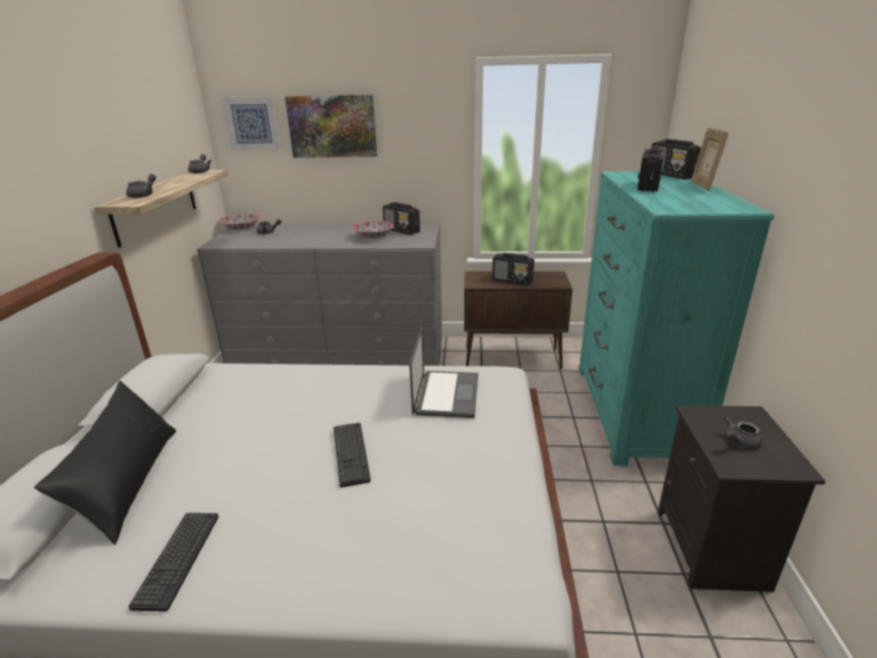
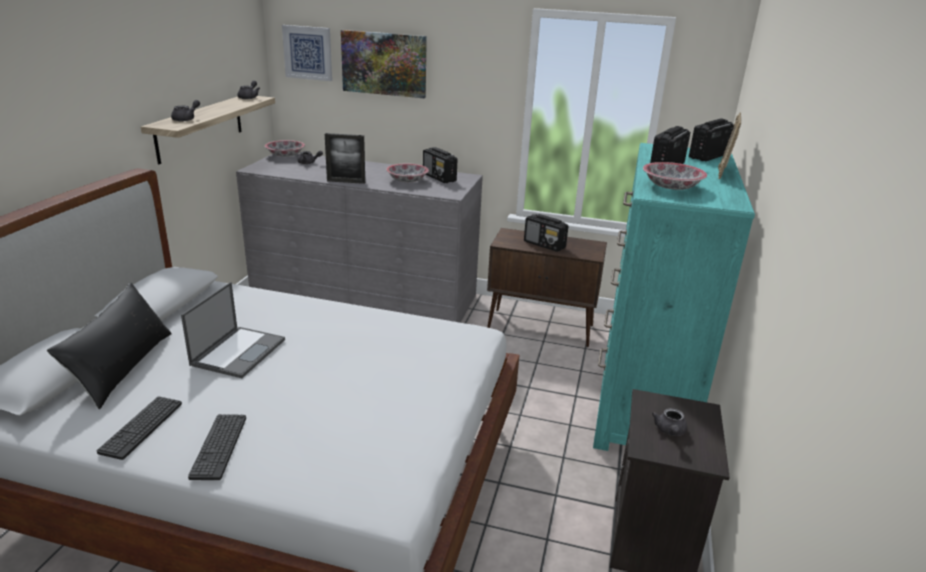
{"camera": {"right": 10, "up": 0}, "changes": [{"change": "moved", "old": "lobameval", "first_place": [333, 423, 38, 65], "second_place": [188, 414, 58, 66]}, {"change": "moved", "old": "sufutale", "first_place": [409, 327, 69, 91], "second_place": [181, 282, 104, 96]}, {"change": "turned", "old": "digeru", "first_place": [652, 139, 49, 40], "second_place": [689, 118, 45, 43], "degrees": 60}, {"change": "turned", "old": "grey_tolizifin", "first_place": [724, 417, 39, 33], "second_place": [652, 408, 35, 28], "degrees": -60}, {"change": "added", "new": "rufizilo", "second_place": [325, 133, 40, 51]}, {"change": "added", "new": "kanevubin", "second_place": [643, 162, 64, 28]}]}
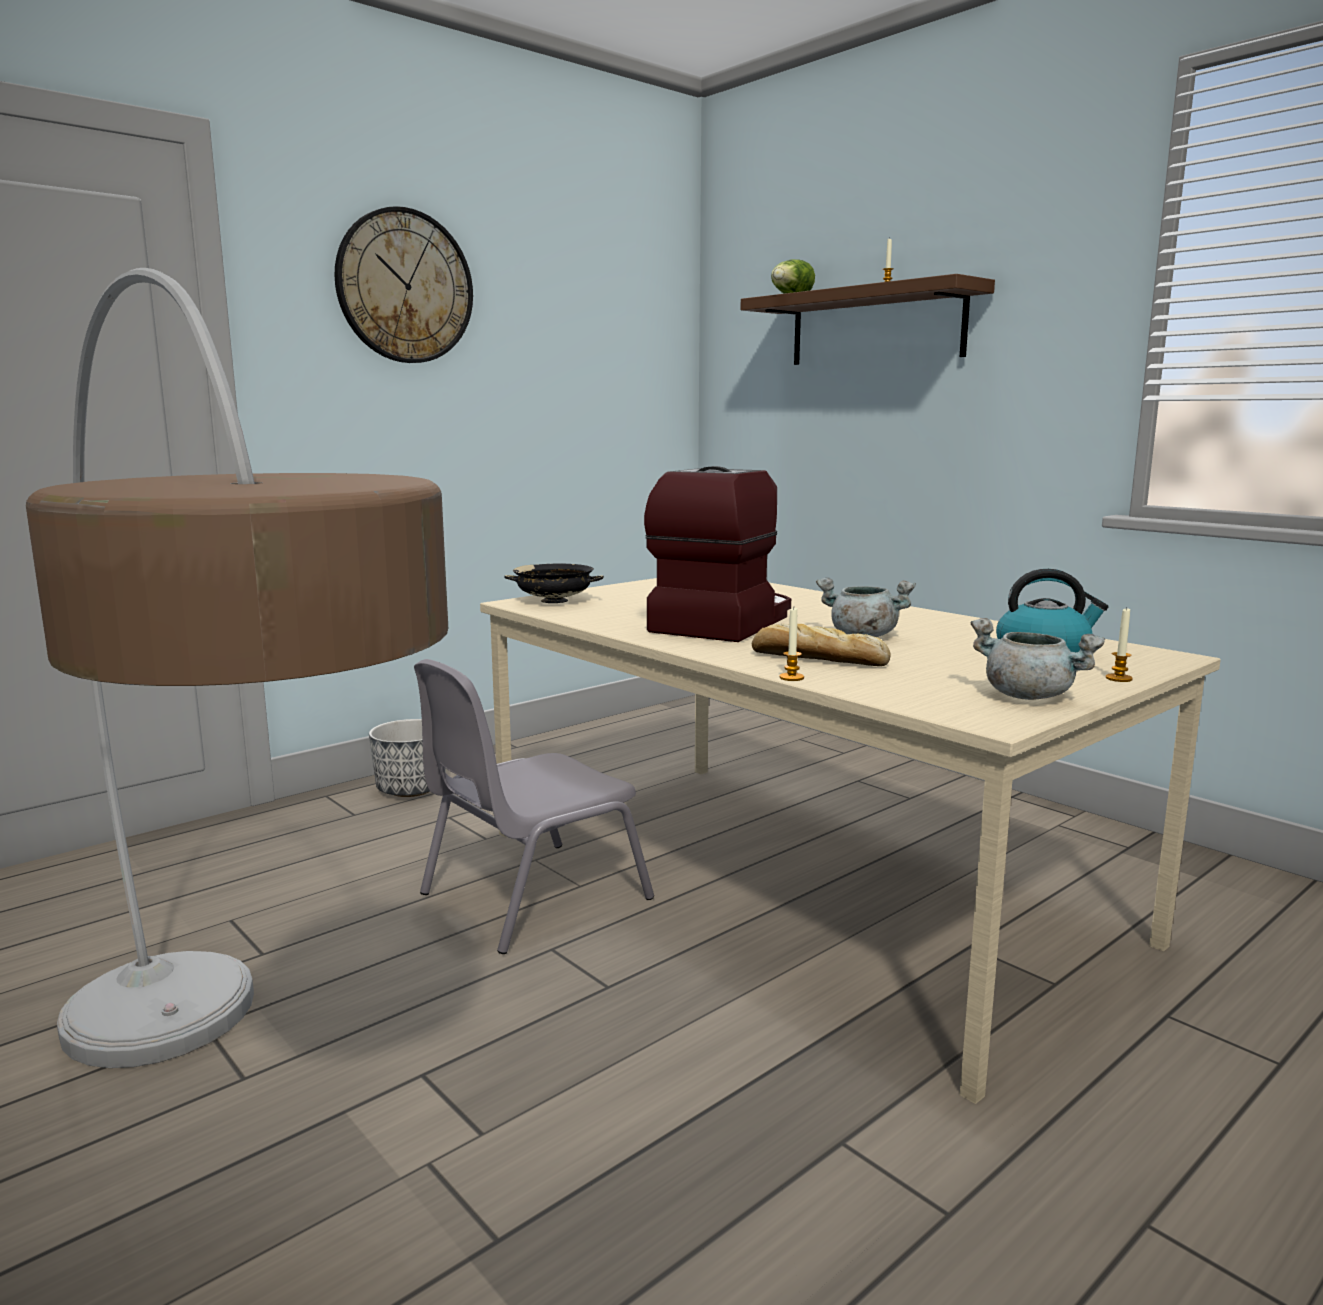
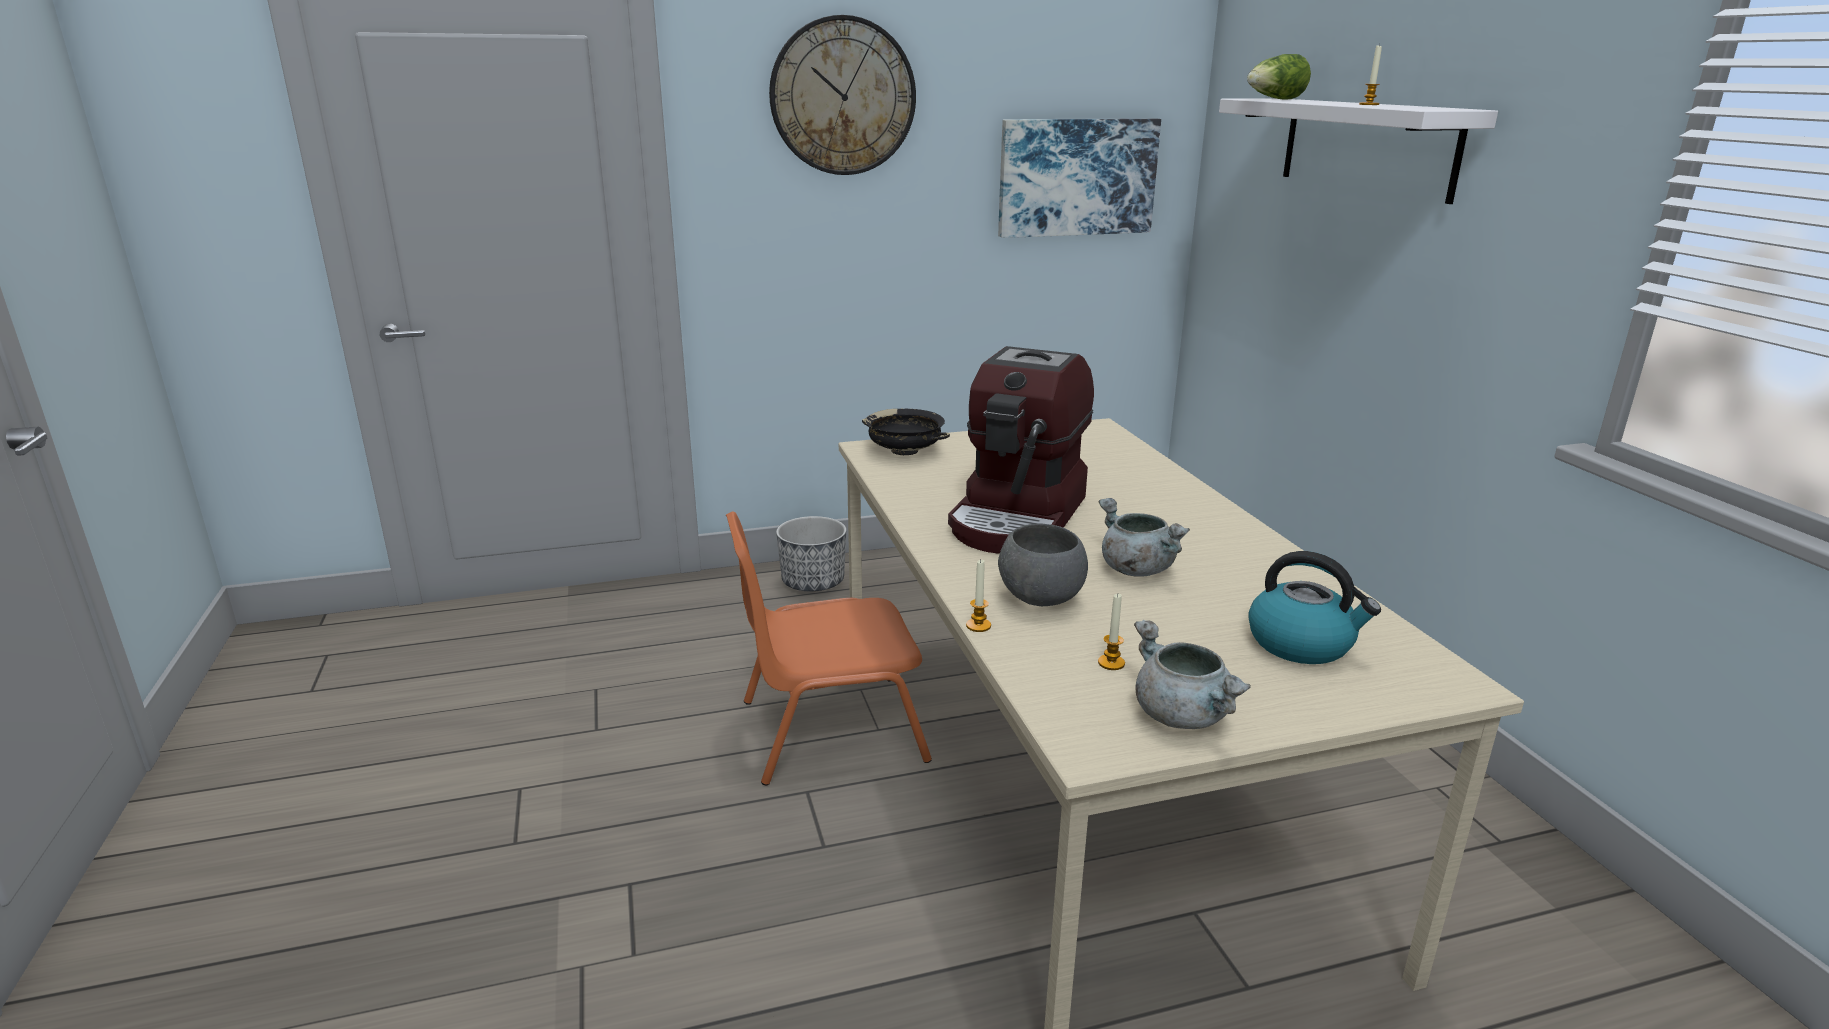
{"camera": {"right": 25, "up": 10}, "changes": [{"change": "removed", "old": "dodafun", "first_place": [26, 268, 422, 800]}, {"change": "recoloured", "old": "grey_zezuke", "new": "orange_zezuke", "first_place": [414, 659, 240, 295], "second_place": [726, 511, 206, 275]}, {"change": "turned", "old": "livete", "first_place": [644, 466, 147, 176], "second_place": [948, 346, 146, 208], "degrees": 150}, {"change": "recoloured", "old": "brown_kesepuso", "new": "white_kesepuso", "first_place": [740, 274, 255, 91], "second_place": [1219, 98, 279, 106]}, {"change": "replaced", "old": "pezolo", "new": "grey_kanevubin", "first_place": [752, 624, 138, 42], "second_place": [998, 524, 90, 82]}, {"change": "moved", "old": "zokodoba", "first_place": [1106, 607, 27, 75], "second_place": [1098, 594, 27, 76]}, {"change": "added", "new": "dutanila", "second_place": [998, 118, 163, 120]}]}
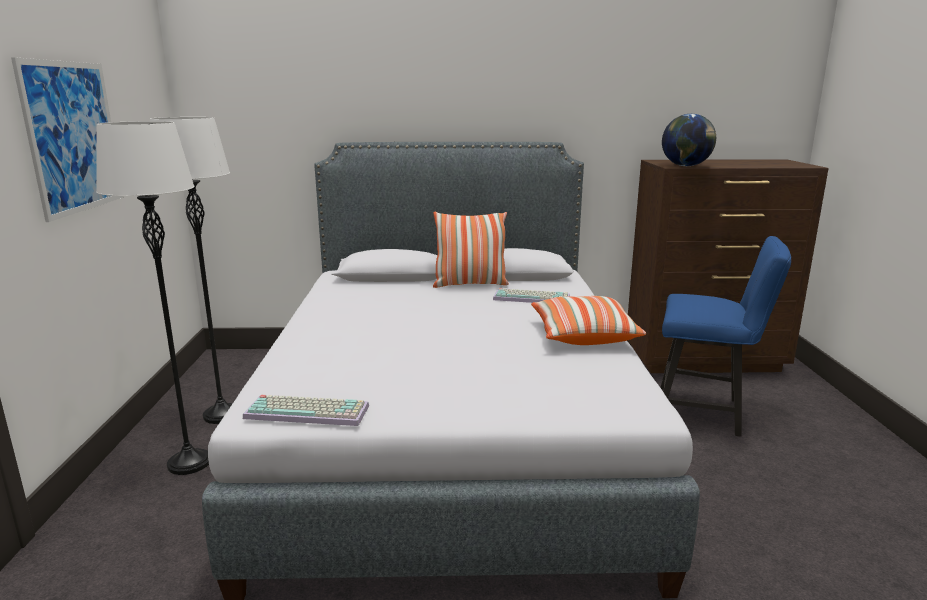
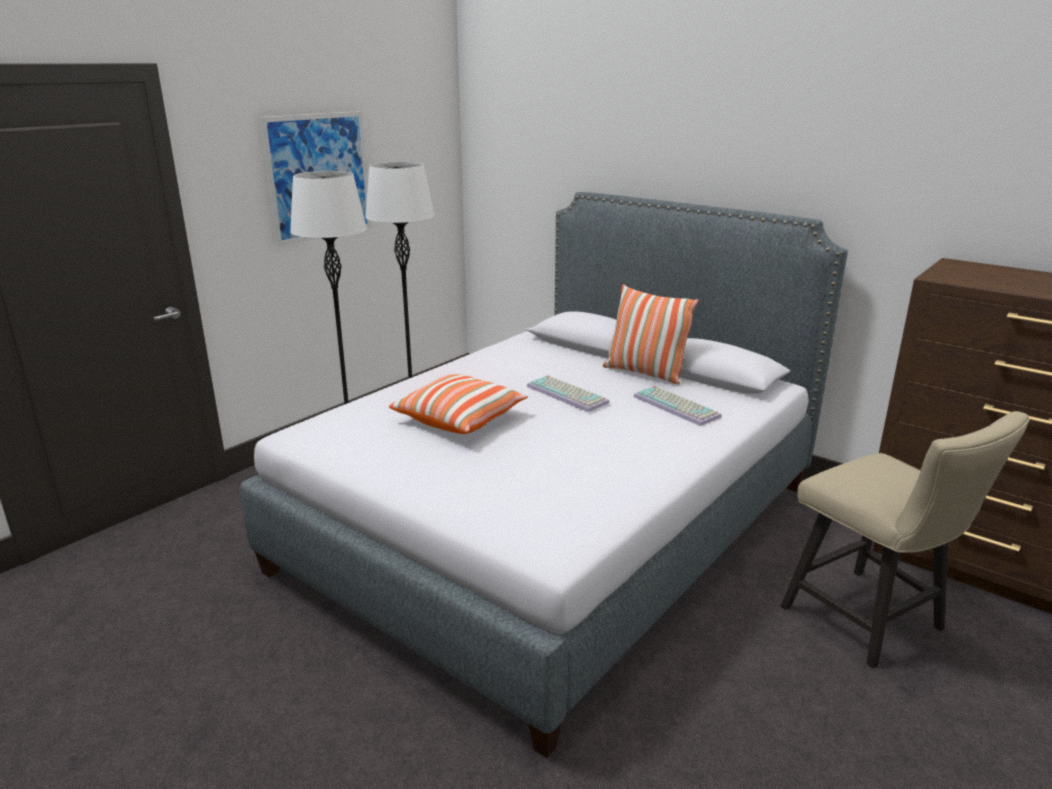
{"camera": {"right": 40, "up": 5}, "changes": [{"change": "moved", "old": "lobameval", "first_place": [243, 395, 126, 31], "second_place": [527, 375, 82, 37]}, {"change": "moved", "old": "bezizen", "first_place": [531, 296, 115, 49], "second_place": [389, 374, 139, 60]}, {"change": "recoloured", "old": "blue_zezuke", "new": "beige_zezuke", "first_place": [660, 236, 131, 201], "second_place": [781, 411, 249, 257]}, {"change": "removed", "old": "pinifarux", "first_place": [662, 114, 54, 52]}]}
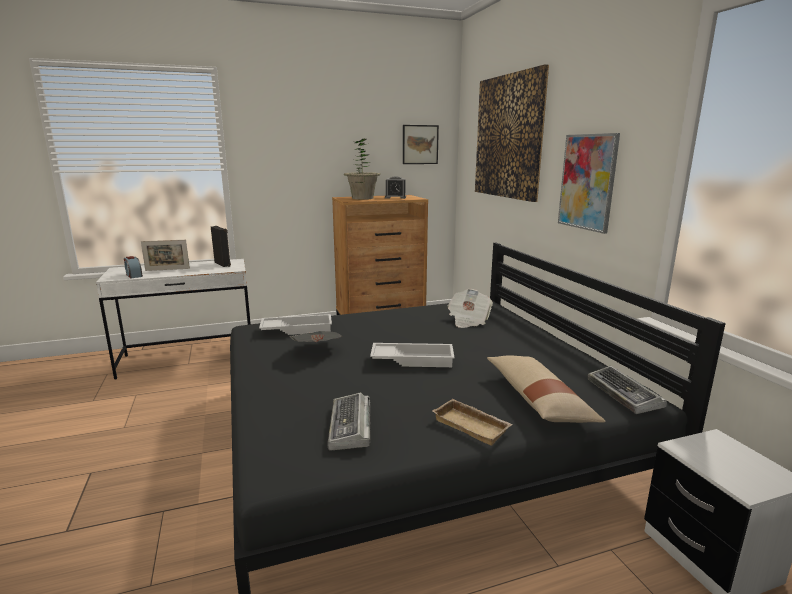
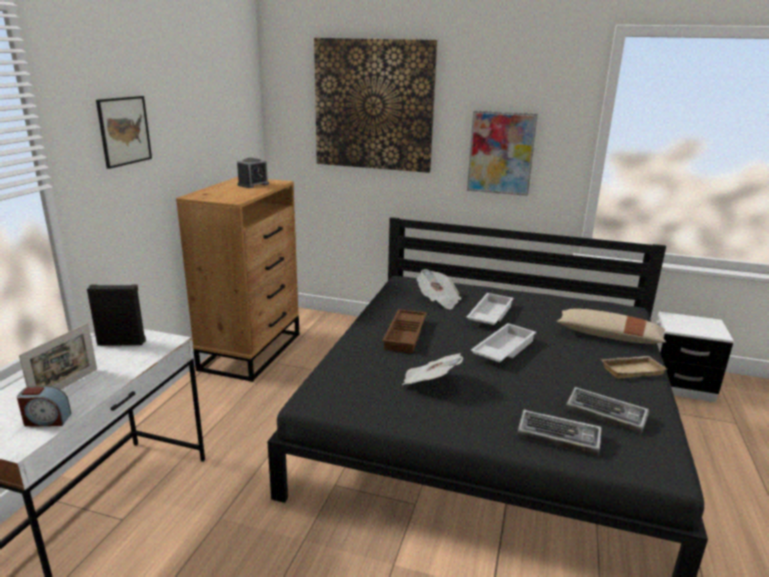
{"camera": {"right": -55, "up": 5}, "changes": [{"change": "moved", "old": "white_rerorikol", "first_place": [259, 314, 73, 21], "second_place": [466, 293, 48, 32]}, {"change": "removed", "old": "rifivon", "first_place": [344, 139, 37, 61]}, {"change": "moved", "old": "dutanila", "first_place": [403, 125, 36, 39], "second_place": [96, 96, 56, 73]}, {"change": "moved", "old": "lobameval", "first_place": [588, 365, 79, 49], "second_place": [517, 409, 84, 47]}, {"change": "added", "new": "brown_rerorikol", "second_place": [382, 309, 45, 44]}]}
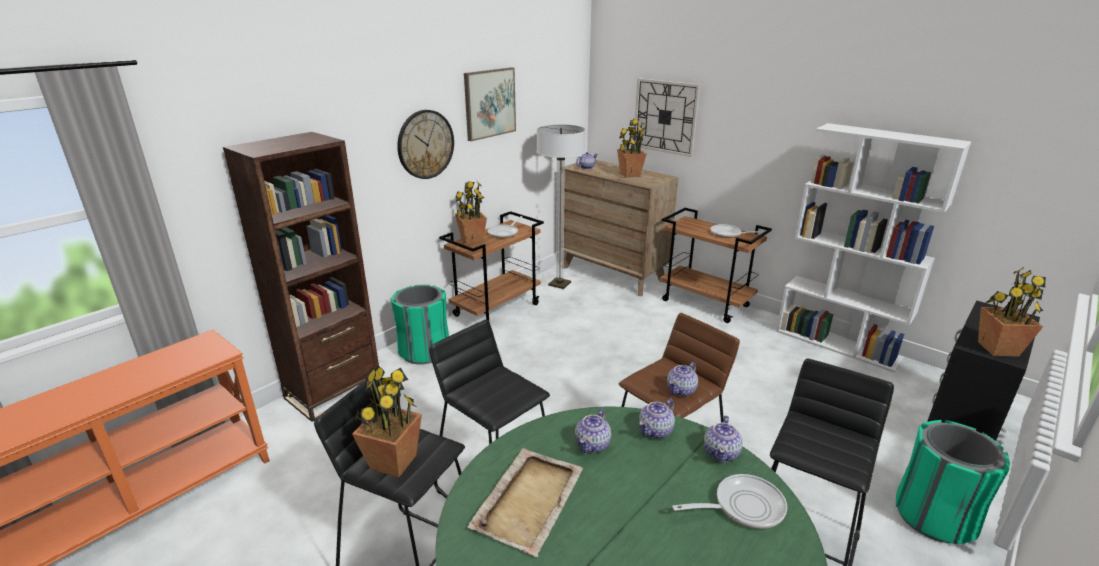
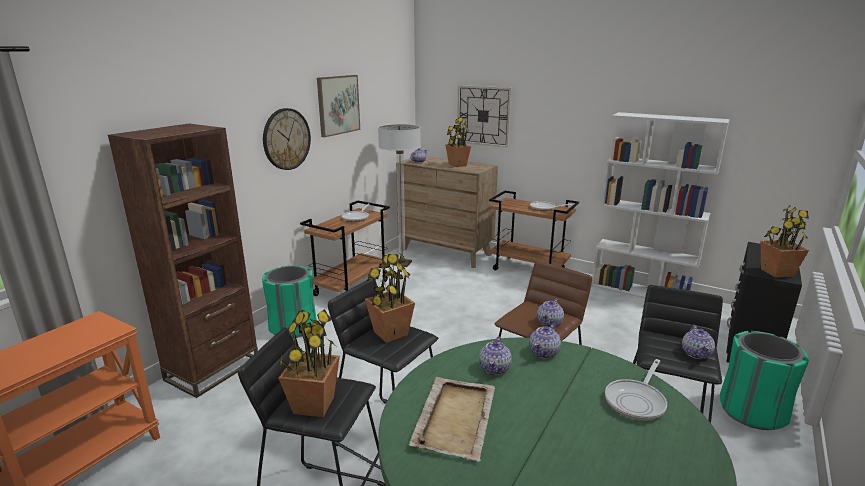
{"camera": {"right": -10, "up": -5}, "changes": [{"change": "moved", "old": "rifivon", "first_place": [455, 181, 32, 64], "second_place": [365, 250, 50, 93]}, {"change": "turned", "old": "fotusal", "first_place": [672, 474, 115, 55], "second_place": [605, 359, 62, 61], "degrees": 150}, {"change": "moved", "old": "tolizifin", "first_place": [704, 416, 39, 46], "second_place": [682, 325, 33, 34]}]}
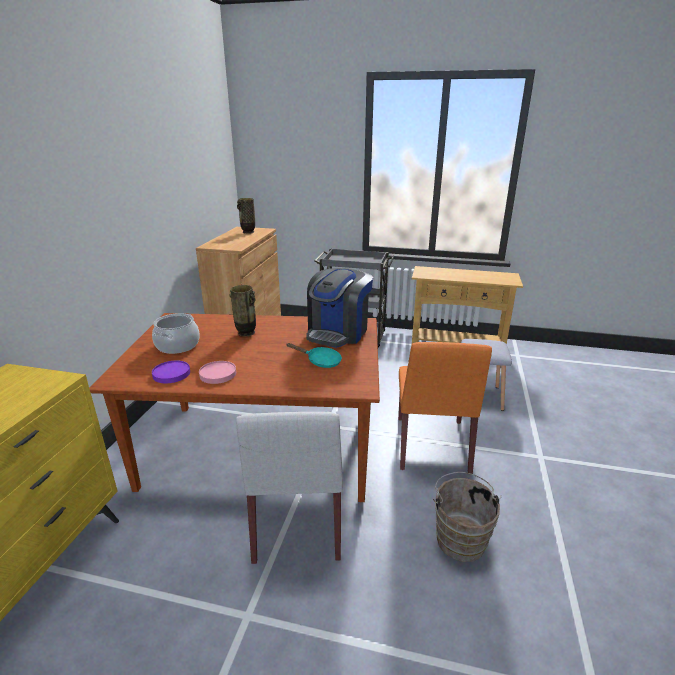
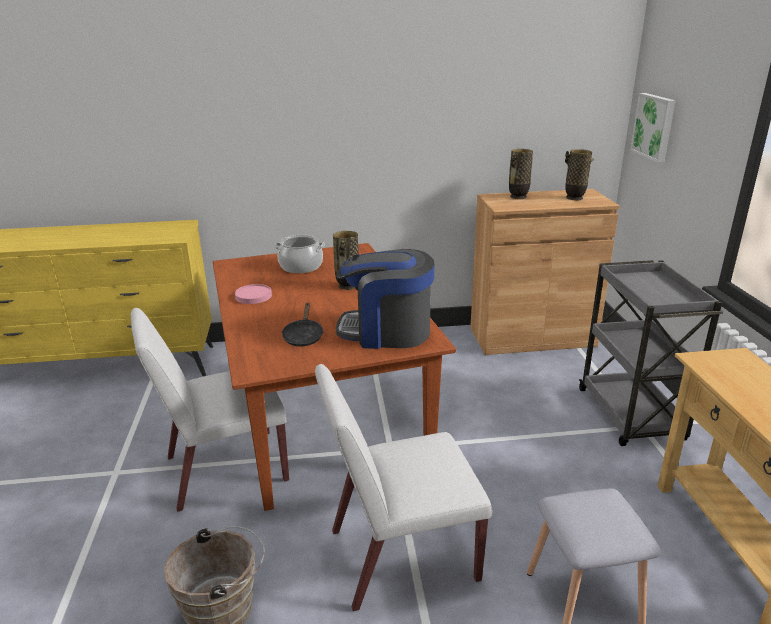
{"camera": {"right": 70, "up": 0}, "changes": [{"change": "removed", "old": "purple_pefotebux", "first_place": [152, 360, 38, 23]}, {"change": "recoloured", "old": "turquoise_fotusal", "new": "black_fotusal", "first_place": [286, 343, 56, 25], "second_place": [281, 303, 43, 44]}, {"change": "recoloured", "old": "orange_zezuke", "new": "white_zezuke", "first_place": [398, 342, 94, 132], "second_place": [315, 364, 177, 247]}, {"change": "added", "new": "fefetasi", "second_place": [509, 149, 24, 50]}, {"change": "added", "new": "dutanila", "second_place": [630, 93, 46, 69]}]}
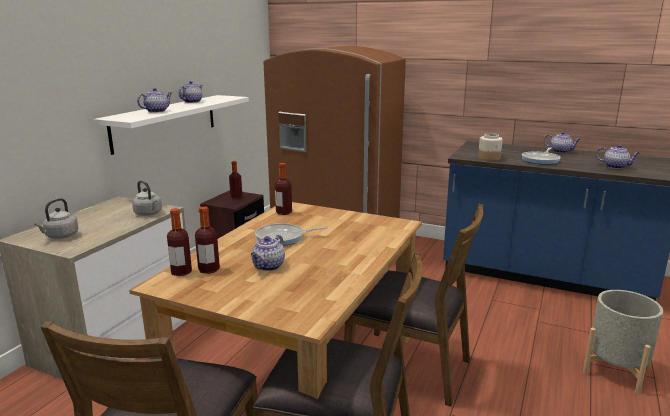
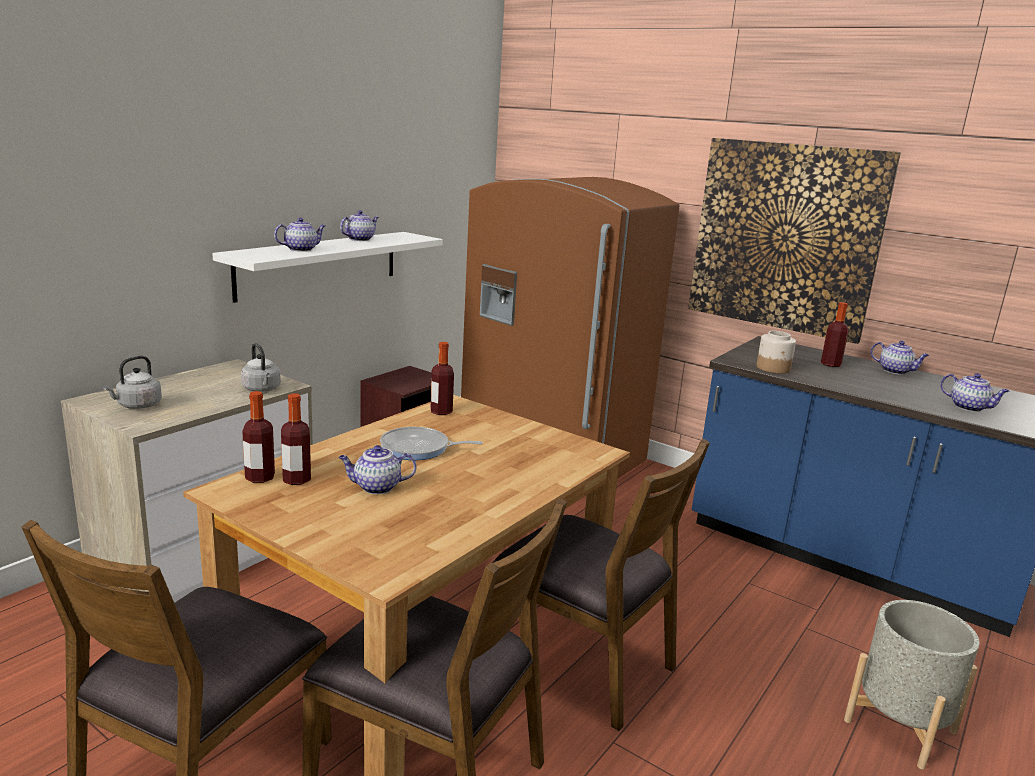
{"camera": {"right": 10, "up": 0}, "changes": [{"change": "moved", "old": "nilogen", "first_place": [229, 161, 13, 38], "second_place": [821, 302, 28, 65]}, {"change": "turned", "old": "tolizifin", "first_place": [251, 235, 34, 36], "second_place": [338, 445, 79, 49], "degrees": 45}, {"change": "removed", "old": "fotusal", "first_place": [522, 147, 39, 18]}, {"change": "added", "new": "dutanila", "second_place": [688, 138, 213, 206]}]}
